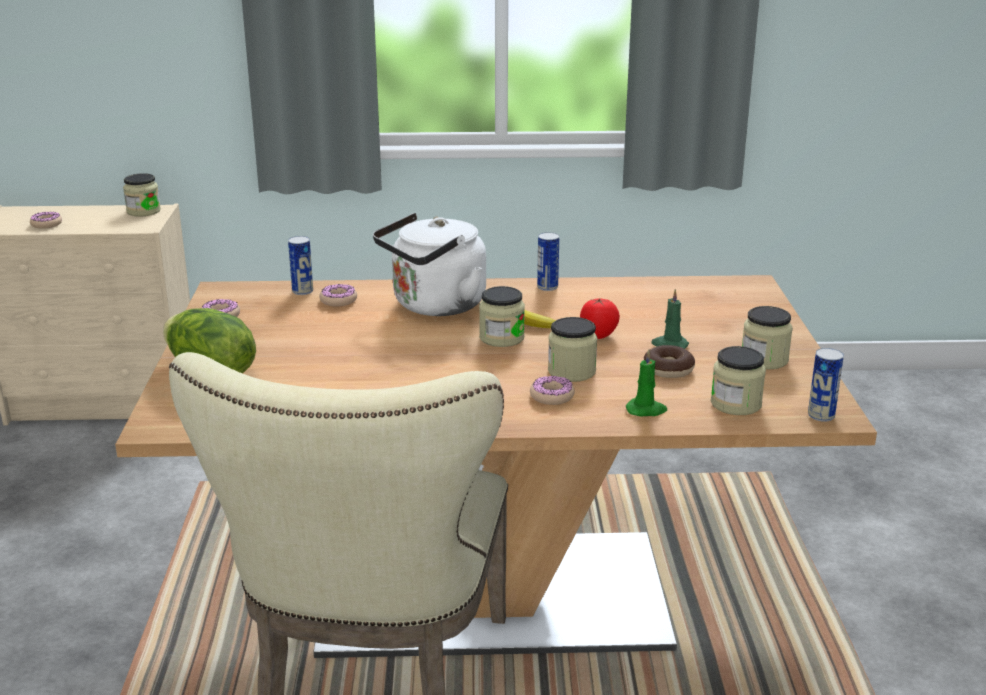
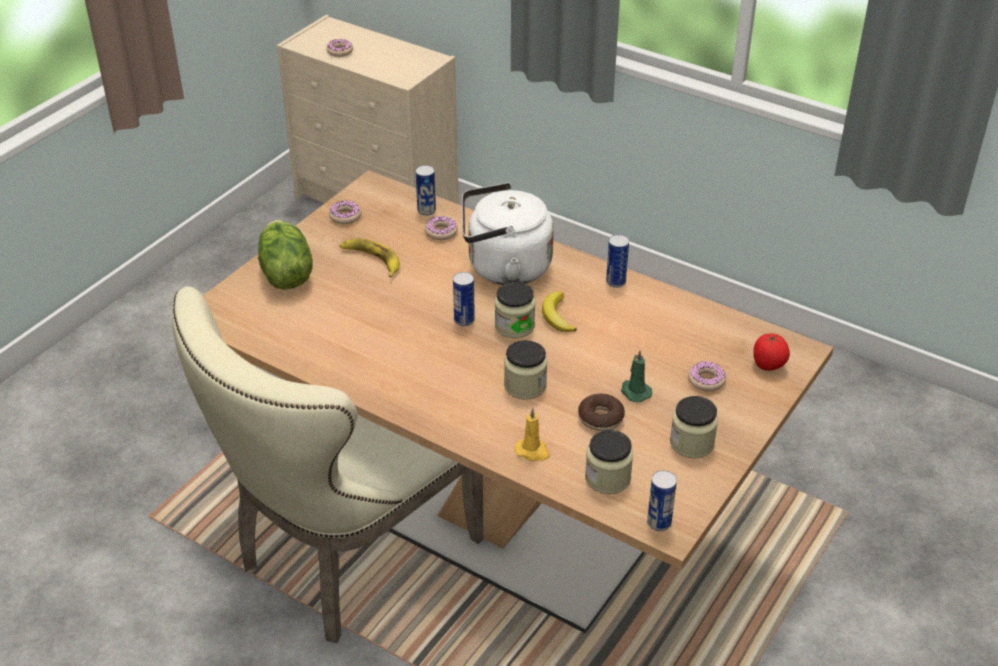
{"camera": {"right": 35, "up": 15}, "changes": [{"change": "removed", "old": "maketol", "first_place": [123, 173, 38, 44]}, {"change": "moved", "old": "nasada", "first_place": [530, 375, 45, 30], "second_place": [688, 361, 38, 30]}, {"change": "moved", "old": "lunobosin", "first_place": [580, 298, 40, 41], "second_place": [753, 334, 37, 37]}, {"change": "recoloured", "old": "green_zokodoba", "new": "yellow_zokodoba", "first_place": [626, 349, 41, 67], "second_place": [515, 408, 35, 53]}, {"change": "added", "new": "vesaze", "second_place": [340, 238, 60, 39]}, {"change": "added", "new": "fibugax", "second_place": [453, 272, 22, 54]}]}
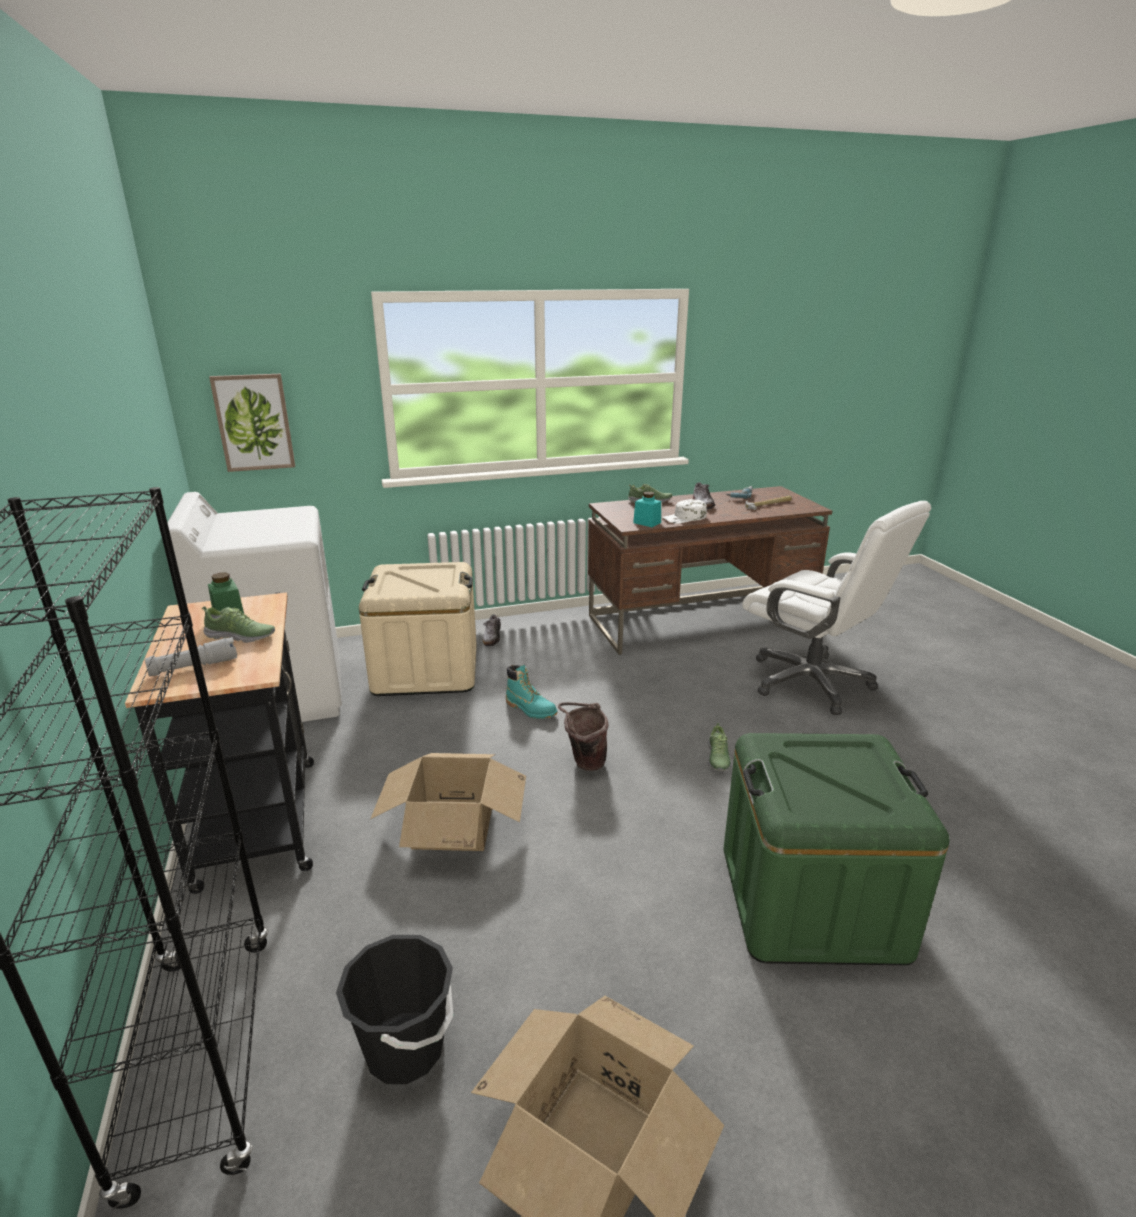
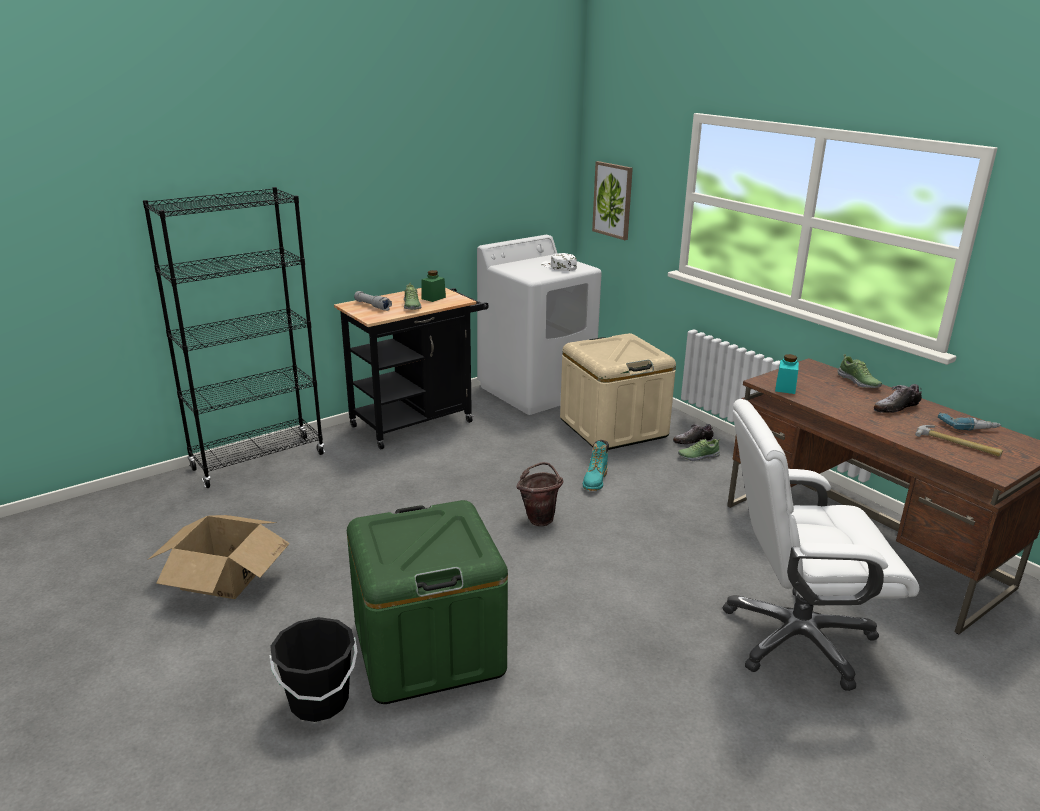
{"camera": {"right": 70, "up": 0}, "changes": [{"change": "moved", "old": "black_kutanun", "first_place": [336, 935, 117, 149], "second_place": [270, 617, 87, 105]}, {"change": "removed", "old": "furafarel", "first_place": [370, 753, 156, 98]}, {"change": "moved", "old": "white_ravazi", "first_place": [662, 499, 45, 25], "second_place": [542, 253, 35, 18]}, {"change": "moved", "old": "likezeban", "first_place": [708, 723, 24, 48], "second_place": [678, 439, 42, 22]}, {"change": "turned", "old": "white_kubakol", "first_place": [742, 501, 189, 214], "second_place": [723, 399, 196, 292], "degrees": 60}]}
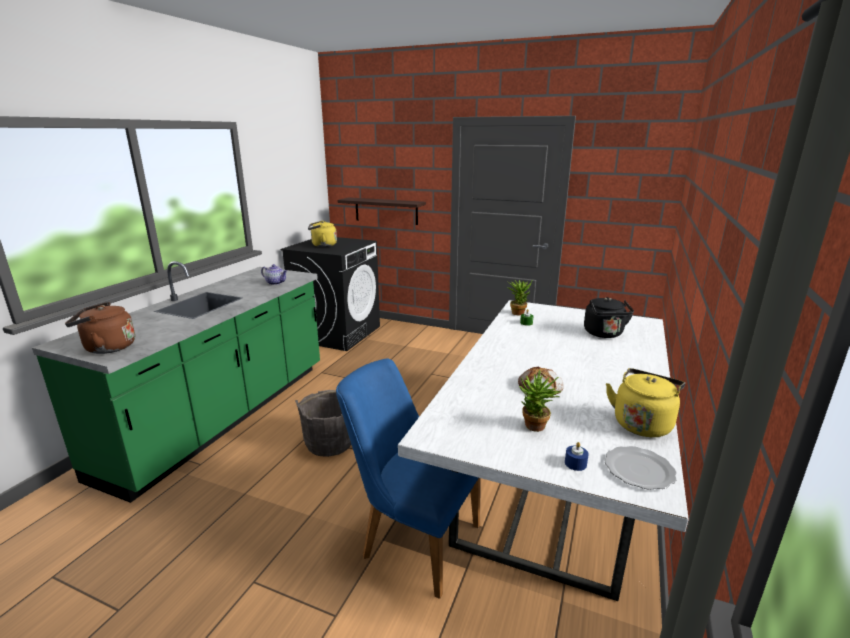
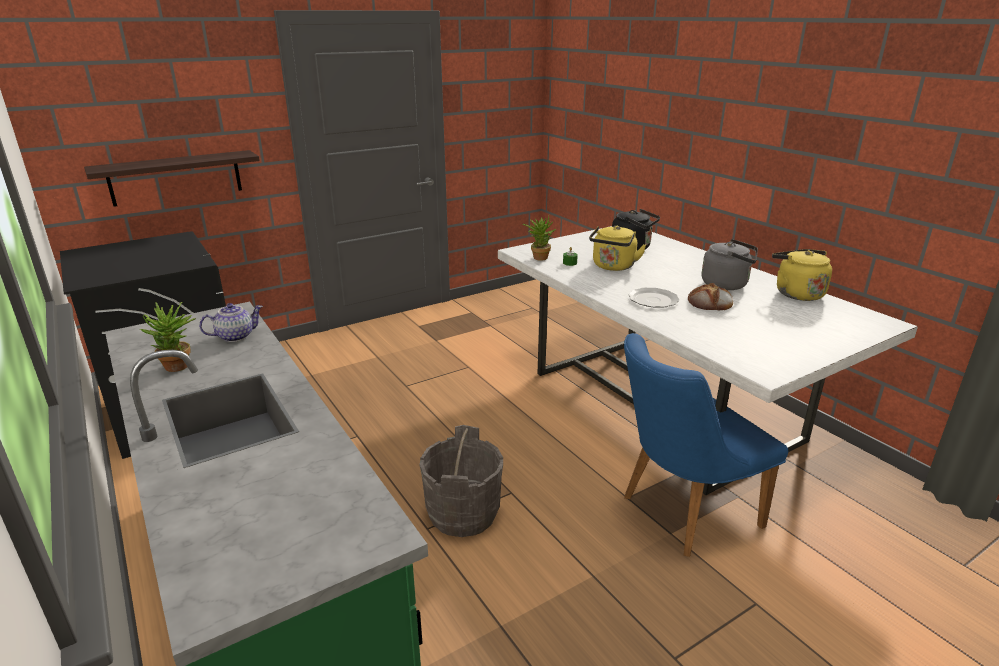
{"camera": {"right": -55, "up": 5}, "changes": [{"change": "removed", "old": "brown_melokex", "first_place": [65, 302, 70, 52]}, {"change": "moved", "old": "yellow_melokex", "first_place": [308, 221, 29, 26], "second_place": [589, 225, 57, 46]}, {"change": "moved", "old": "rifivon", "first_place": [519, 370, 42, 62], "second_place": [140, 302, 56, 70]}, {"change": "removed", "old": "blue_zokodoba", "first_place": [565, 442, 24, 29]}, {"change": "moved", "old": "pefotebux", "first_place": [605, 446, 72, 44], "second_place": [629, 288, 50, 20]}, {"change": "added", "new": "grey_melokex", "second_place": [702, 239, 56, 51]}]}
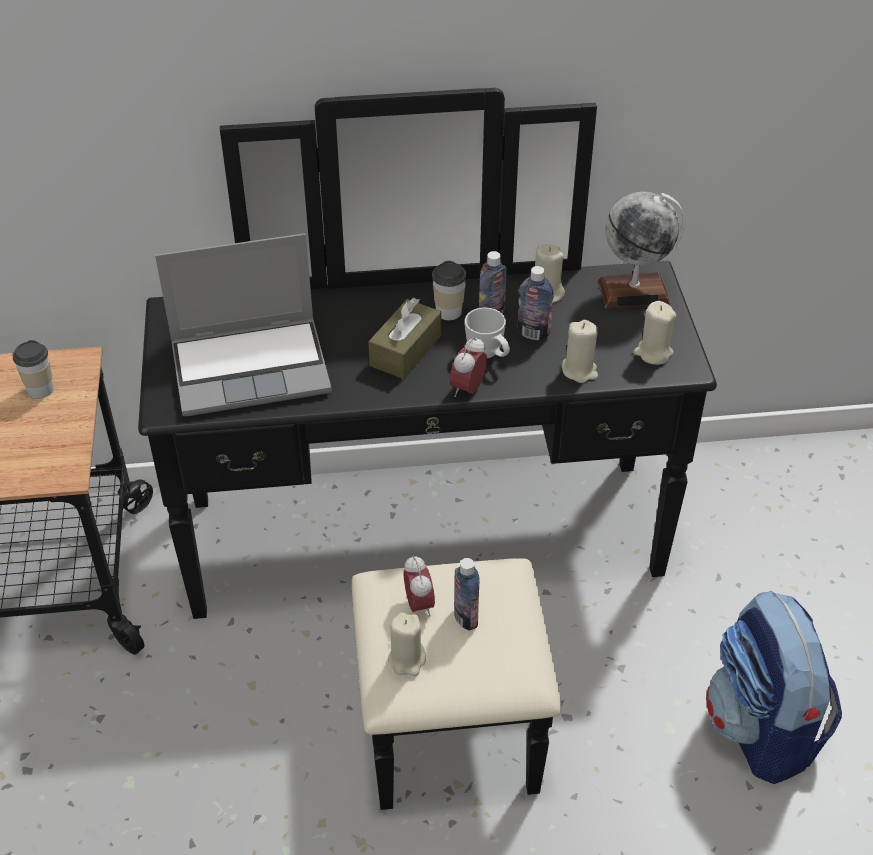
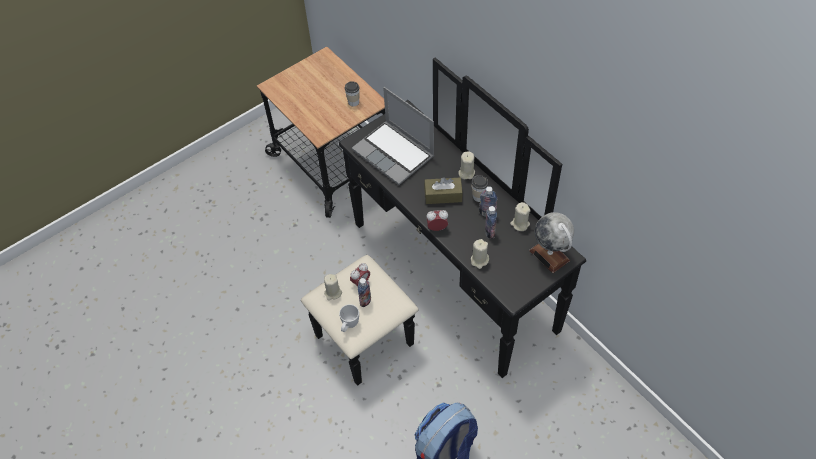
{"camera": {"right": 60, "up": 10}, "changes": [{"change": "moved", "old": "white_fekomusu", "first_place": [465, 308, 45, 50], "second_place": [339, 304, 20, 28]}, {"change": "moved", "old": "beige_zokodoba", "first_place": [634, 301, 43, 64], "second_place": [458, 151, 17, 28]}]}
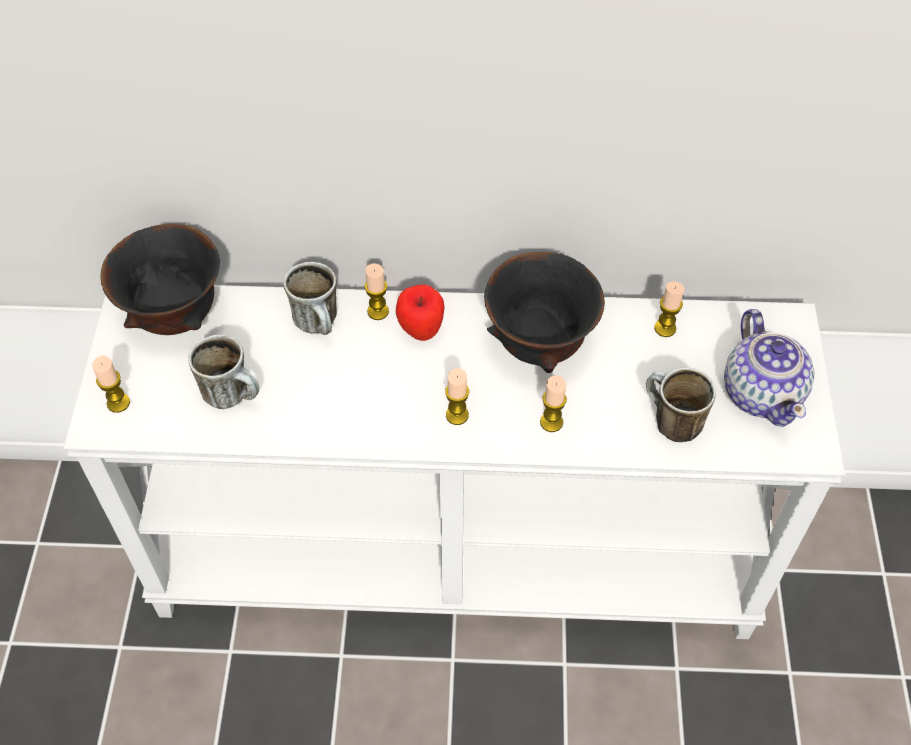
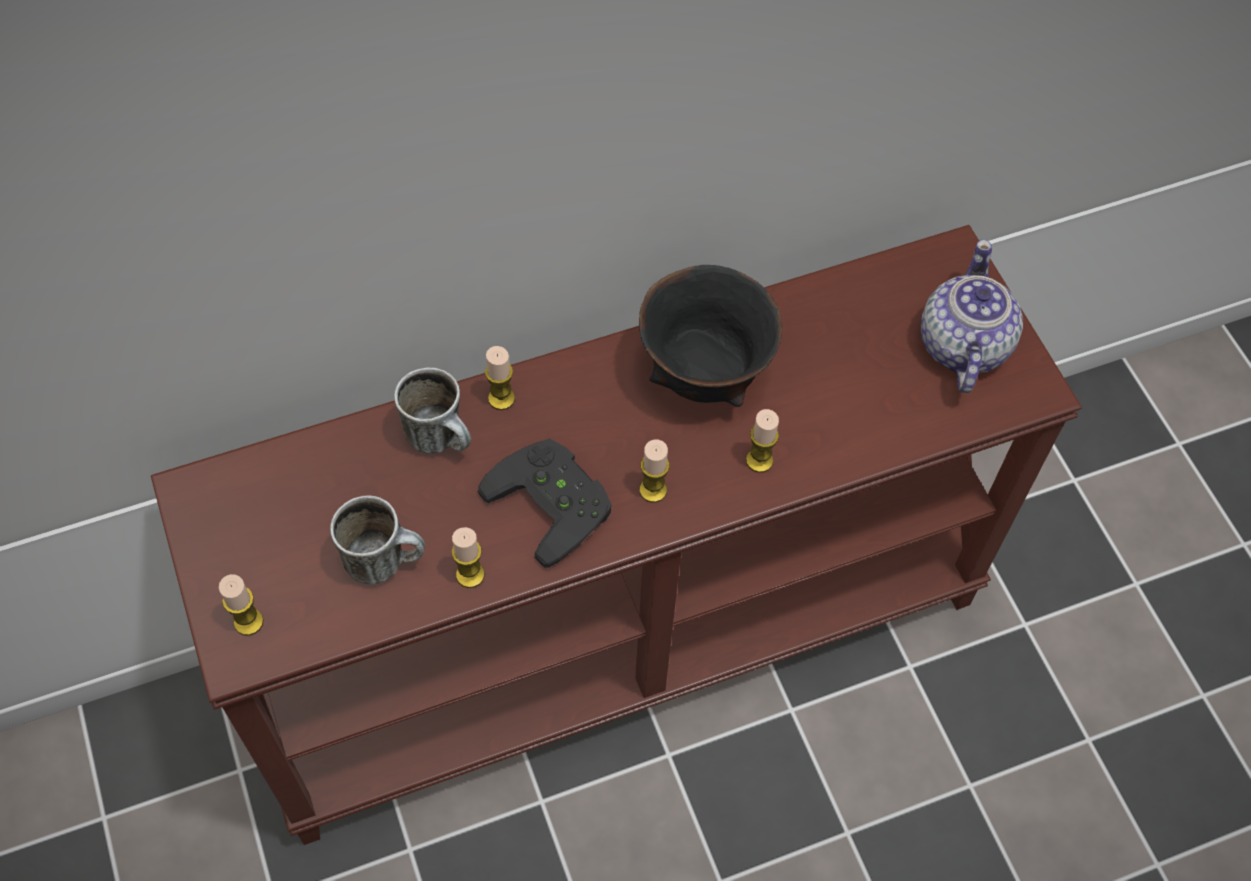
{"camera": {"right": -25, "up": 5}, "changes": [{"change": "recoloured", "old": "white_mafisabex", "new": "brown_mafisabex", "first_place": [63, 285, 782, 354], "second_place": [151, 225, 931, 620]}, {"change": "removed", "old": "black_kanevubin", "first_place": [100, 224, 120, 111]}, {"change": "removed", "old": "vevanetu", "first_place": [396, 284, 49, 57]}, {"change": "removed", "old": "fekomusu", "first_place": [646, 367, 70, 75]}, {"change": "moved", "old": "zokodoba", "first_place": [654, 281, 30, 56], "second_place": [451, 527, 34, 61]}, {"change": "turned", "old": "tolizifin", "first_place": [724, 309, 90, 118], "second_place": [921, 239, 102, 154], "degrees": -135}, {"change": "added", "new": "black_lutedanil", "second_place": [478, 438, 134, 130]}]}
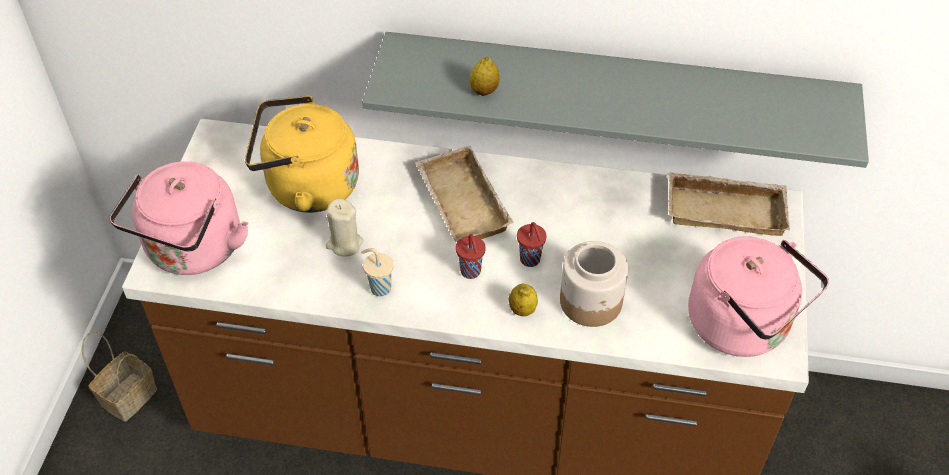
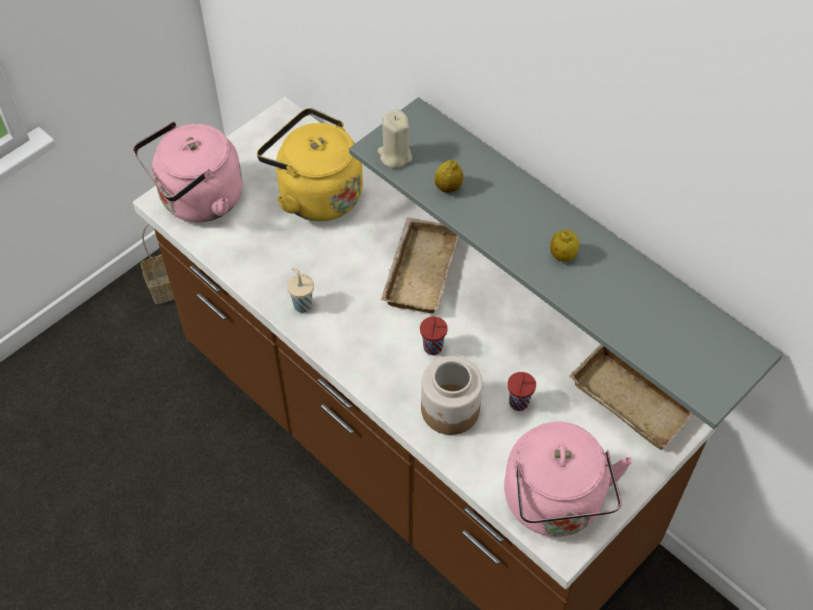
{"camera": {"right": 35, "up": 5}, "changes": [{"change": "moved", "old": "beige_zokodoba", "first_place": [325, 198, 38, 59], "second_place": [378, 110, 34, 58]}, {"change": "moved", "old": "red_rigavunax", "first_place": [456, 234, 30, 45], "second_place": [507, 372, 29, 39]}, {"change": "moved", "old": "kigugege", "first_place": [509, 283, 29, 33], "second_place": [550, 229, 29, 33]}]}
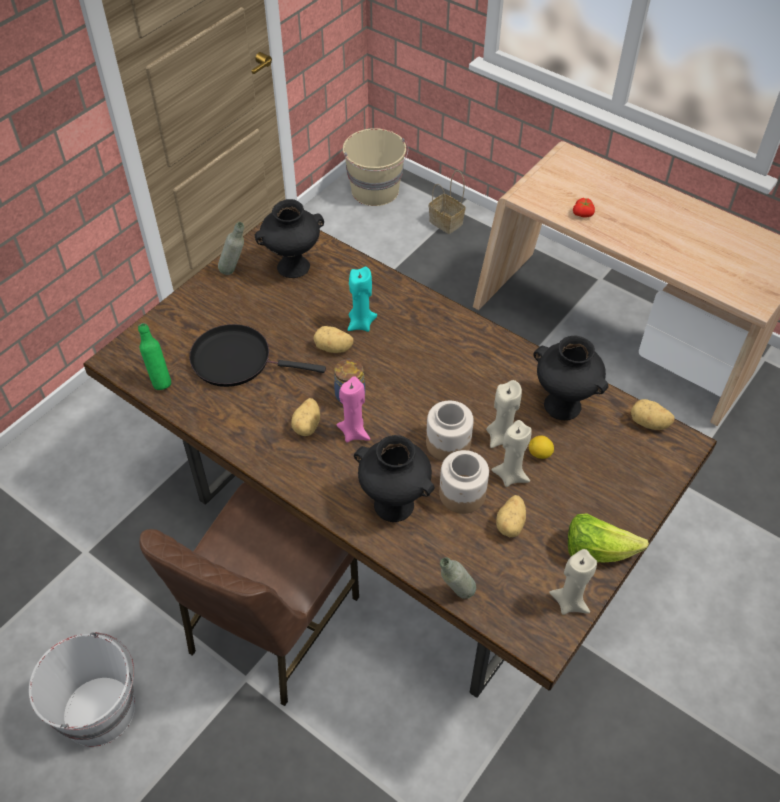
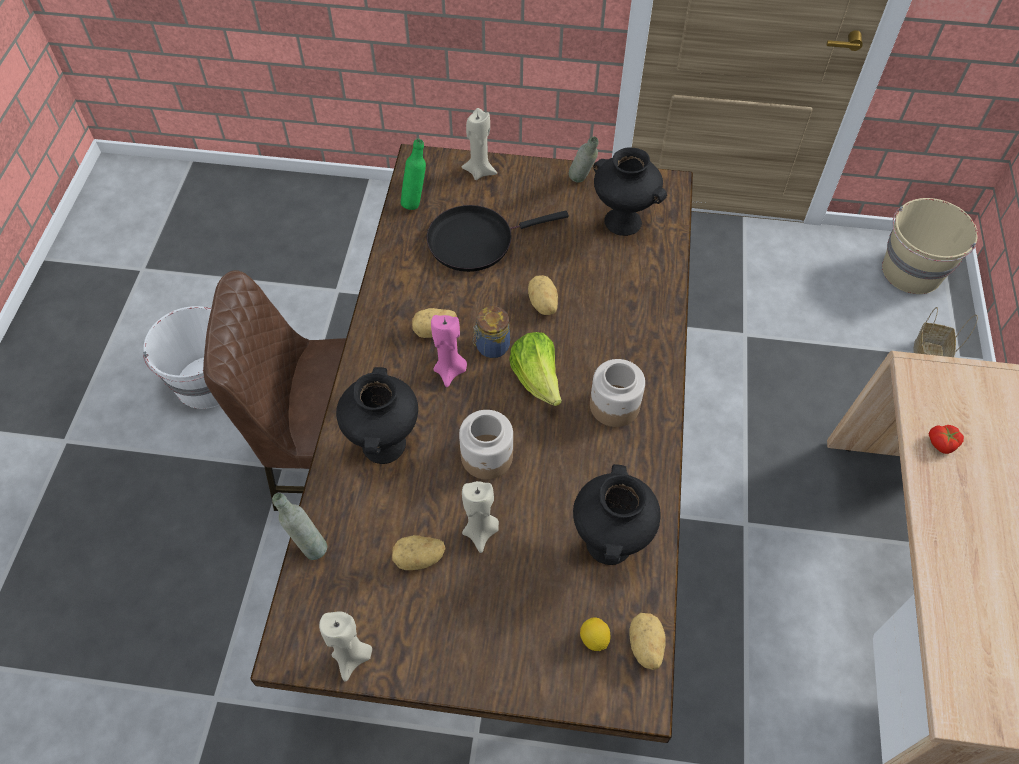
{"camera": {"right": 60, "up": 5}, "changes": [{"change": "turned", "old": "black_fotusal", "first_place": [189, 324, 137, 63], "second_place": [427, 205, 142, 67], "degrees": -90}, {"change": "removed", "old": "turquoise_zokodoba", "first_place": [348, 267, 29, 65]}, {"change": "moved", "old": "maketol", "first_place": [439, 450, 50, 64], "second_place": [590, 359, 55, 68]}, {"change": "moved", "old": "beige_zokodoba", "first_place": [486, 380, 36, 68], "second_place": [462, 108, 35, 72]}, {"change": "moved", "old": "kigugege", "first_place": [529, 436, 25, 23], "second_place": [580, 617, 30, 34]}, {"change": "moved", "old": "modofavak", "first_place": [568, 513, 81, 49], "second_place": [509, 332, 53, 74]}]}
